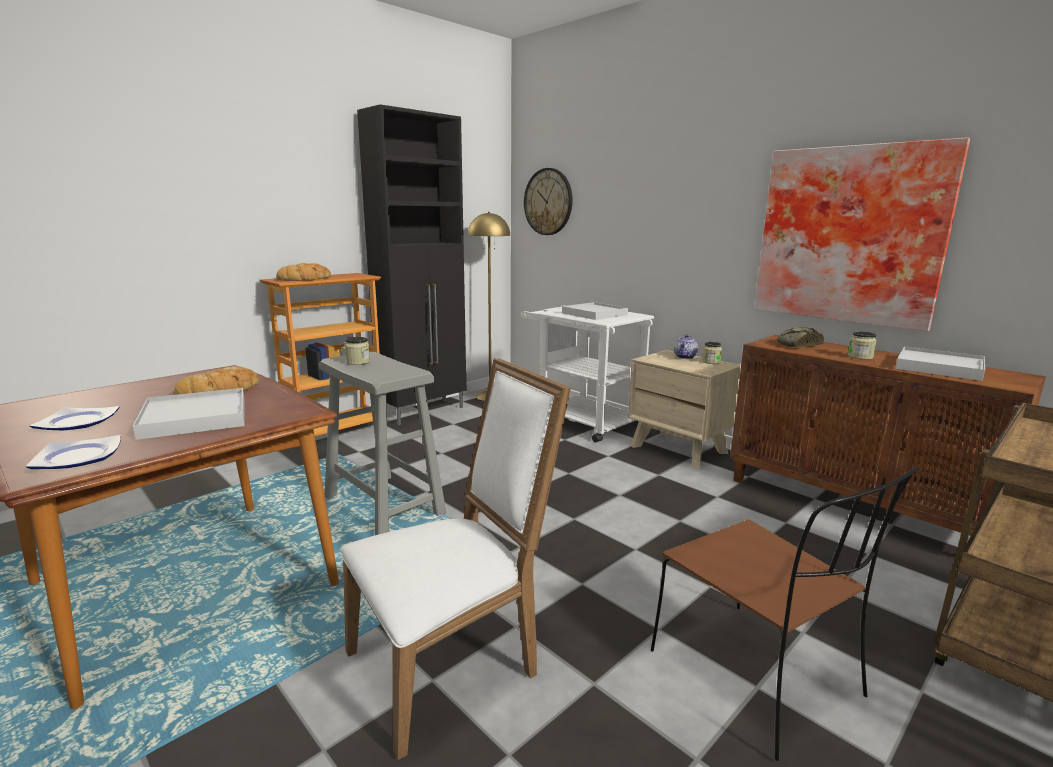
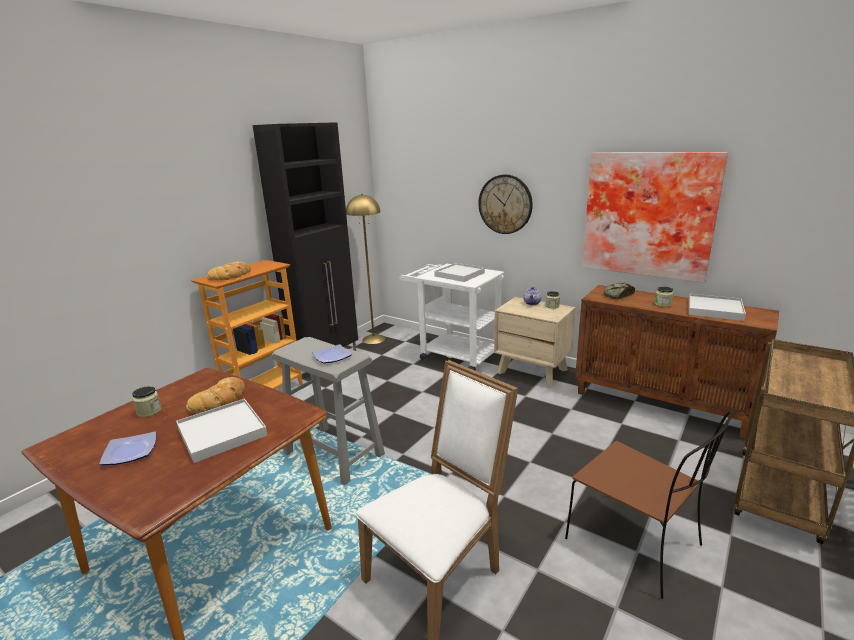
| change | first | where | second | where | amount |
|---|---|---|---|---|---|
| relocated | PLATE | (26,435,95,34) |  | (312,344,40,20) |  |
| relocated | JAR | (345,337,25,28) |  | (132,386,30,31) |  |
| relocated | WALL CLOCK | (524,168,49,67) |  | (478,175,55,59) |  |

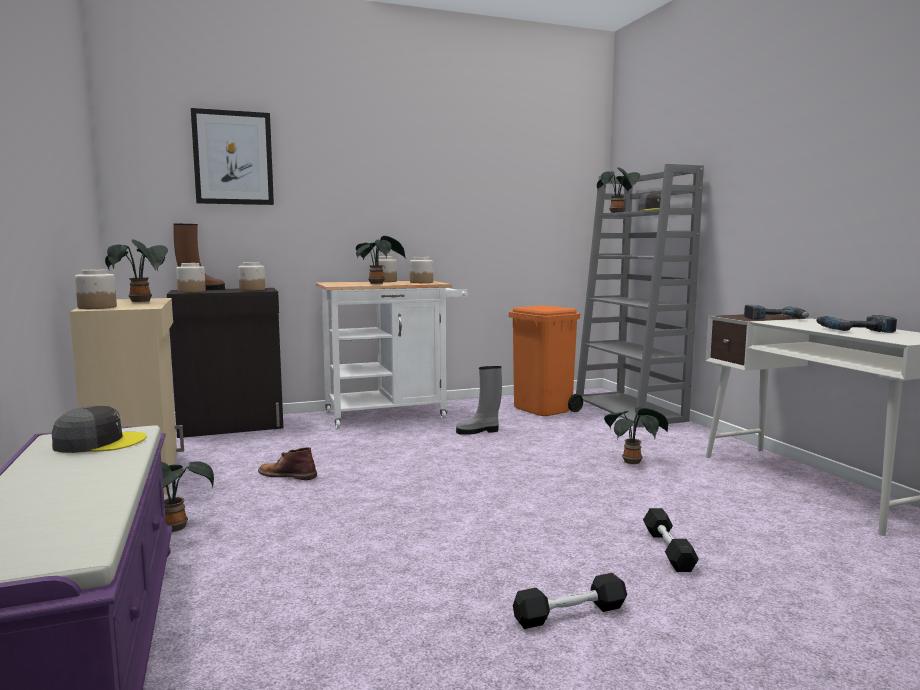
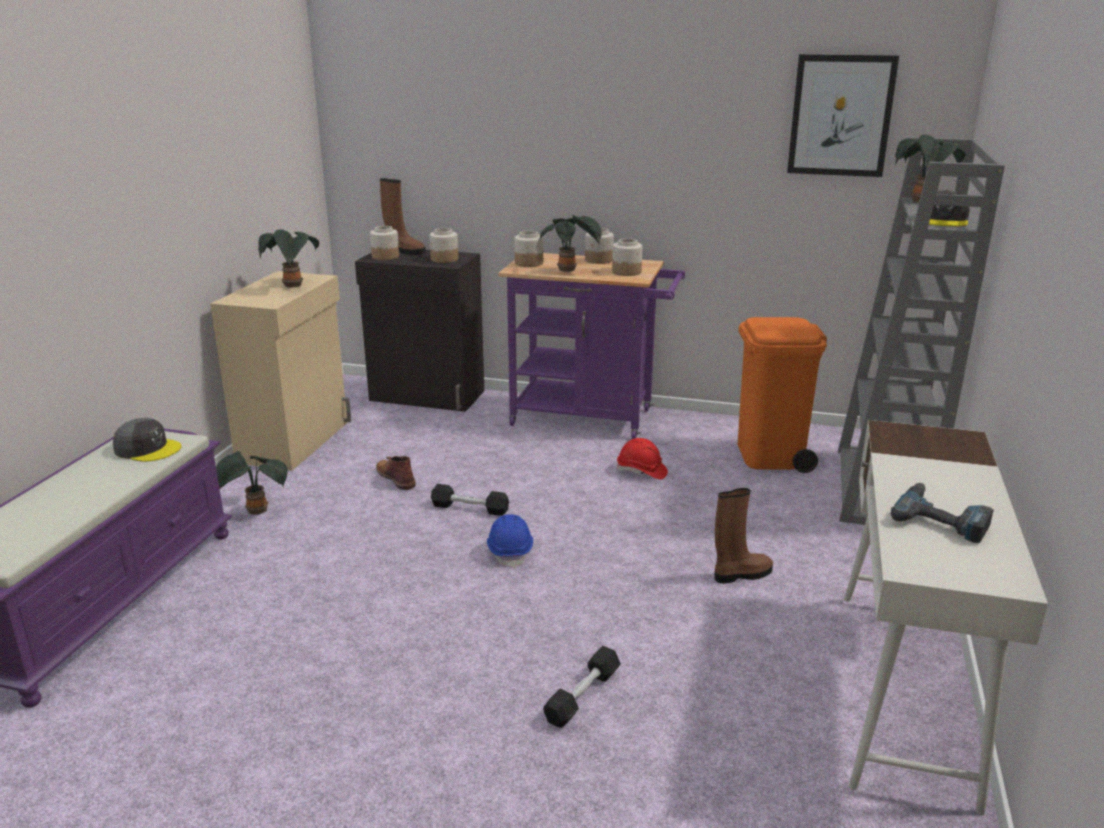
| change | first | where | second | where | amount |
|---|---|---|---|---|---|
| relocated | JAR | (75,269,42,40) |  | (515,231,28,36) |  |
| relocated | PICTURE | (191,108,83,97) |  | (787,54,112,123) |  |
| colour | WHITE CART | (316,281,152,147) | PURPLE CART | (498,253,187,186) |  |
| exchanged | GREY BOOT | (456,366,46,69) | RED HARD HAT | (617,438,51,42) |  |
| relocated | BLACK DUMBBELL | (513,573,114,56) |  | (431,484,78,32) |  |
| exchanged | POTTED PLANT | (604,407,64,57) | BROWN BOOT | (715,488,58,95) |  |
| missing | POWER DRILL | (744,305,65,15) |  |  |  |
| appeared |  |  | BLUE HARD HAT | (487,514,46,55) |  |

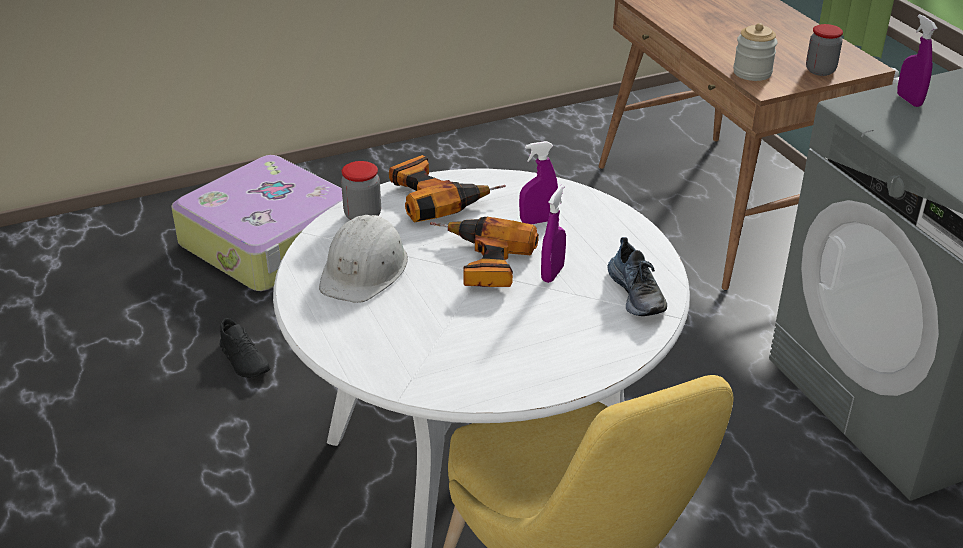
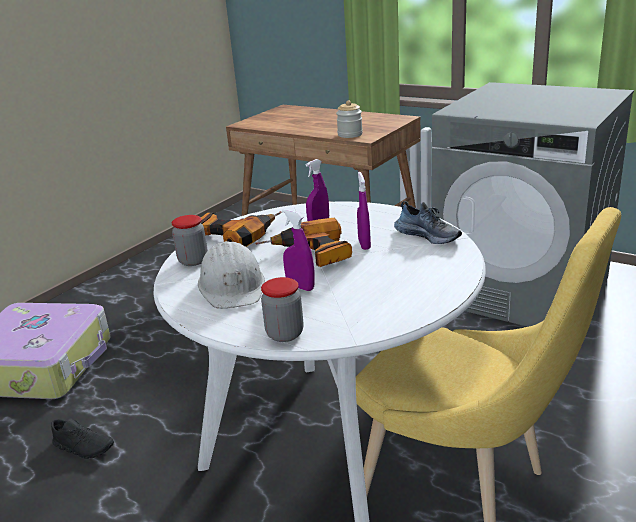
| change | first | where | second | where | amount |
|---|---|---|---|---|---|
| relocated | JAR | (806,24,37,52) |  | (261,277,43,65) |  |
| relocated | PURPLE SPRAY BOTTLE | (897,14,40,93) |  | (282,209,33,82) |  |

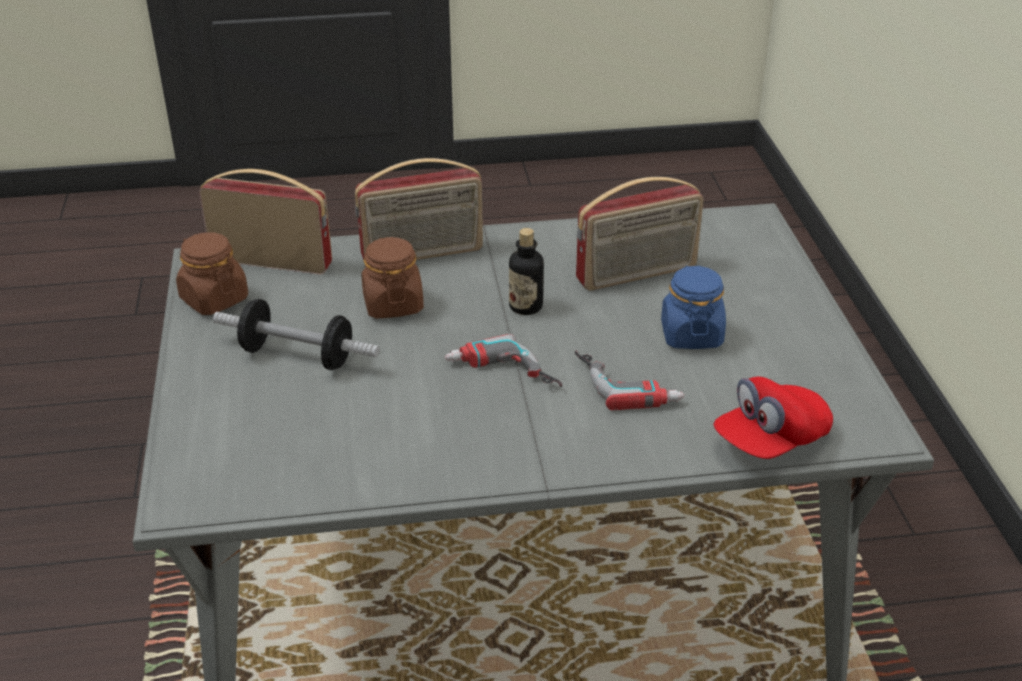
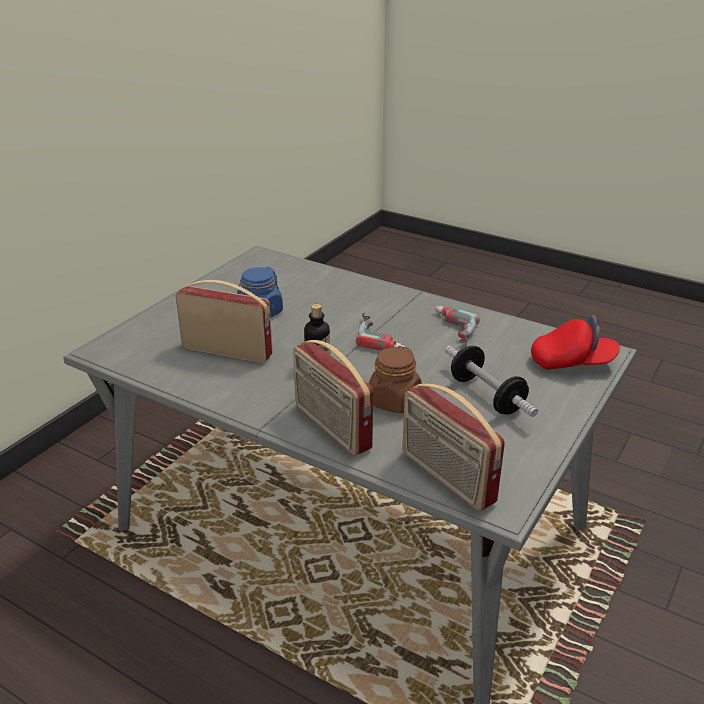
| change | first | where | second | where | amount |
|---|---|---|---|---|---|
| missing | BROWN JAR | (176,232,72,83) |  |  |  |
| spun | RADIO | (355,158,128,102) |  | (293,340,80,115) | 150 degrees counterclockwise |
| relocated | POWER DRILL | (575,350,109,60) |  | (435,306,45,42) |  |
| relocated | RED CAP | (714,377,119,82) |  | (531,315,89,55) |  |

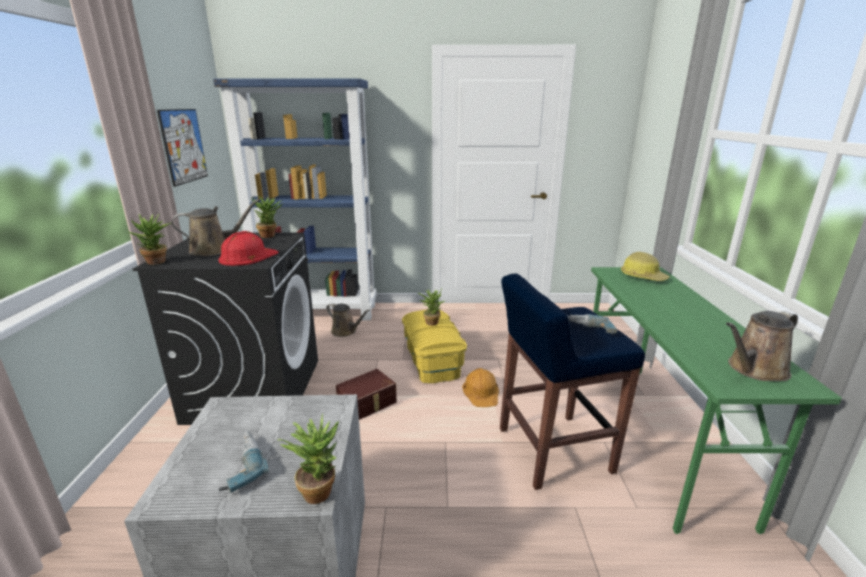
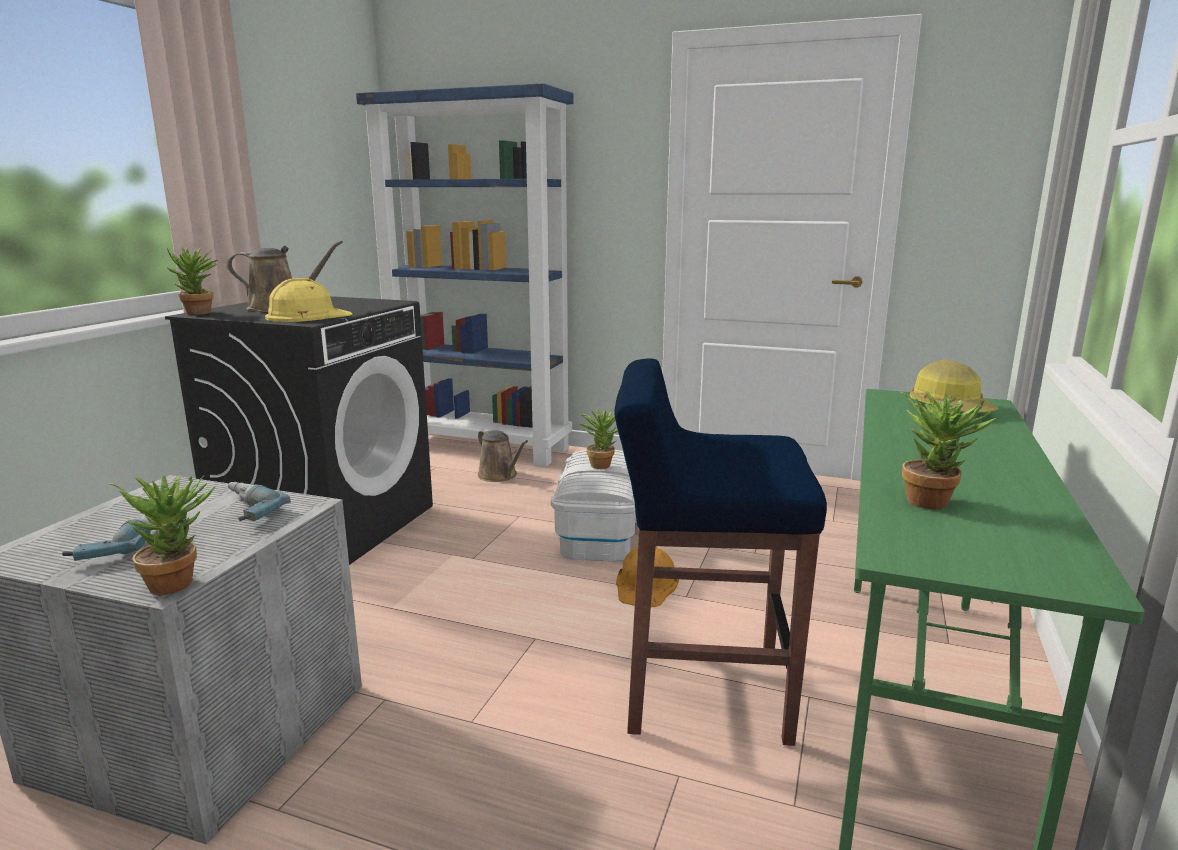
| change | first | where | second | where | amount |
|---|---|---|---|---|---|
| missing | PICTURE | (157,109,51,78) |  |  |  |
| colour | RED HARD HAT | (219,231,60,35) | YELLOW HARD HAT | (265,278,88,44) |  |
| relocated | POTTED PLANT | (251,196,32,42) |  | (900,392,97,117) |  |
| missing | BROWN STORAGE BOX | (336,369,61,51) |  |  |  |
| colour | YELLOW STORAGE BOX | (402,310,65,73) | WHITE STORAGE BOX | (551,450,85,112) |  |
| relocated | POWER DRILL | (567,314,50,21) |  | (228,482,63,39) |  |
| missing | BROWN WATERING CAN | (726,311,72,70) |  |  |  |

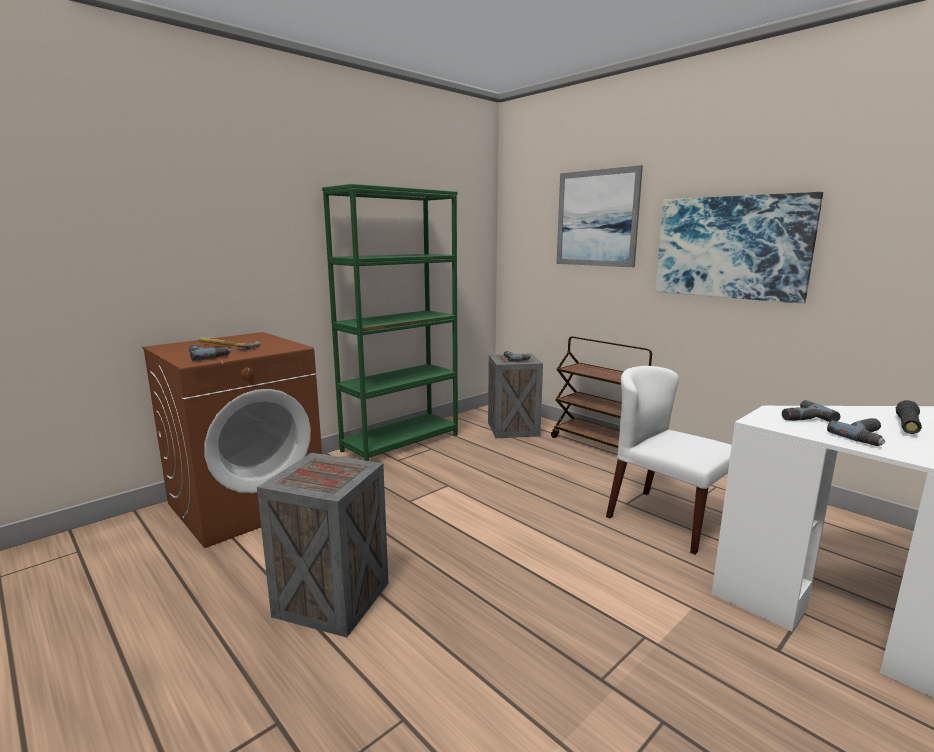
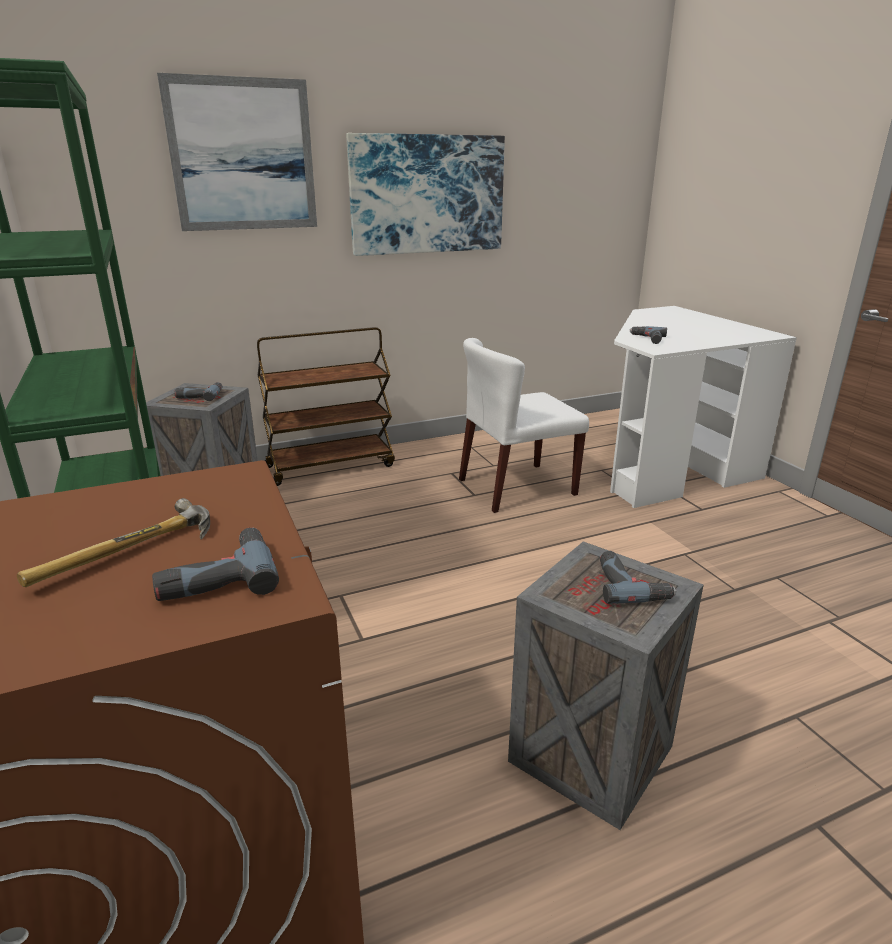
| change | first | where | second | where | amount |
|---|---|---|---|---|---|
| relocated | POWER DRILL | (827,418,58,28) |  | (600,551,77,53) |  |
| missing | BLACK FLASHLIGHT | (896,400,26,34) |  |  |  |

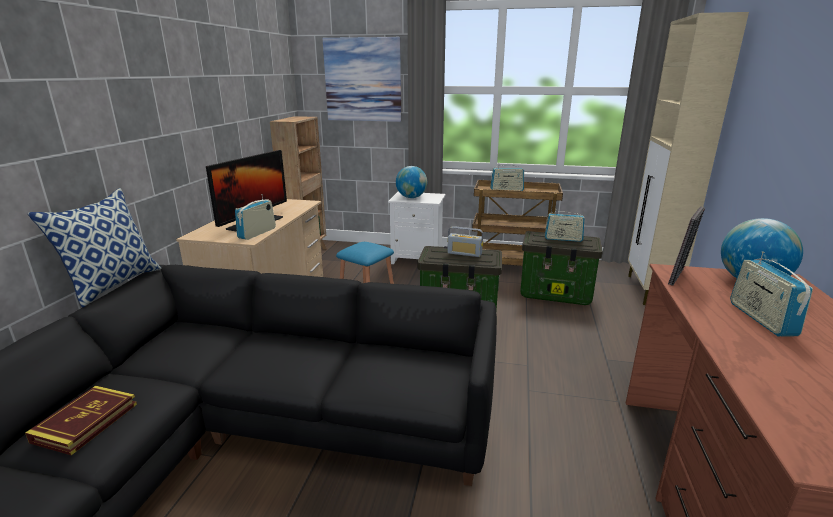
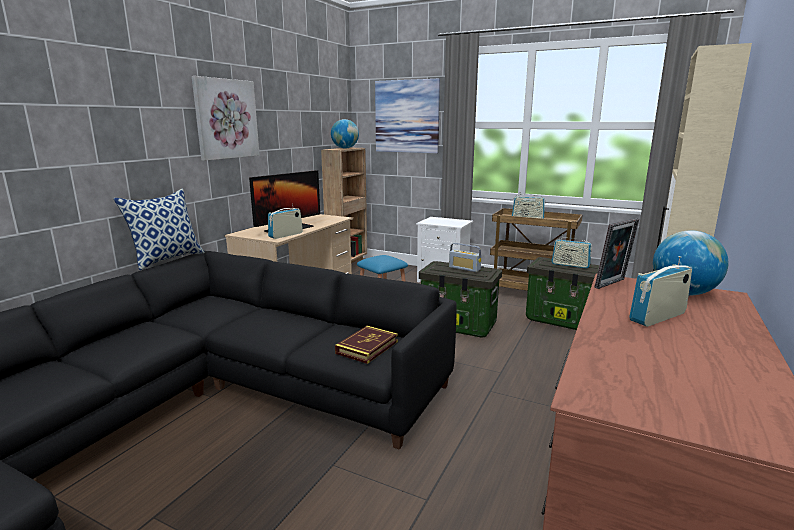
| change | first | where | second | where | amount |
|---|---|---|---|---|---|
| relocated | BOOK | (25,386,112,69) |  | (335,326,63,38) |  |
| relocated | GLOBE | (396,166,31,32) |  | (331,119,28,30) |  |
| spun | RADIO | (730,251,83,86) |  | (629,256,63,71) | 45 degrees clockwise |
| appeared |  |  | PICTURE | (192,76,68,85) |  |

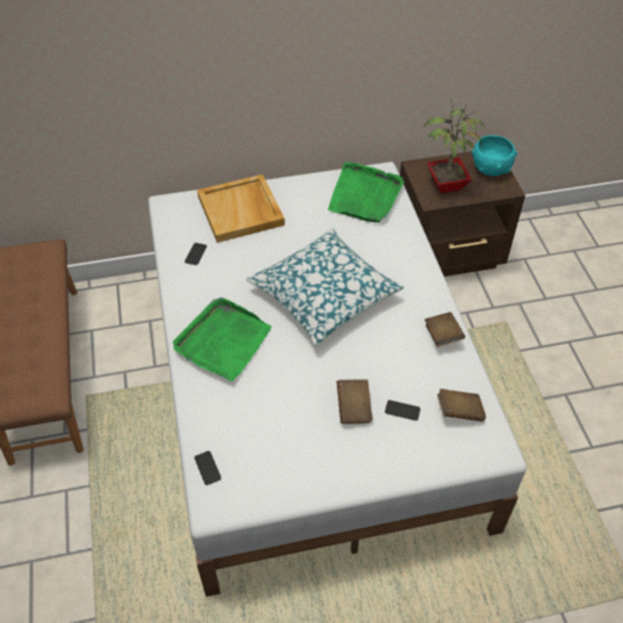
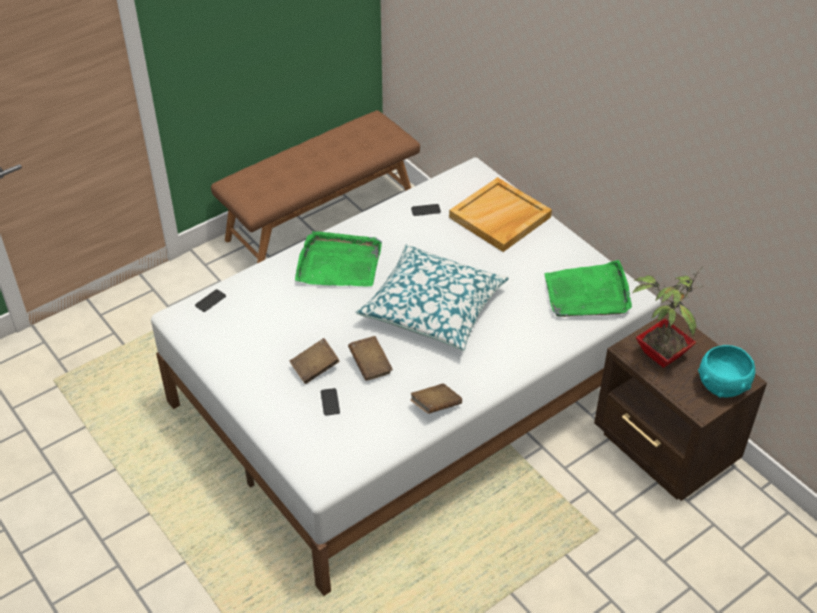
| change | first | where | second | where | amount |
|---|---|---|---|---|---|
| relocated | BROWN BOOK | (437,389,49,33) |  | (348,336,45,45) |  |

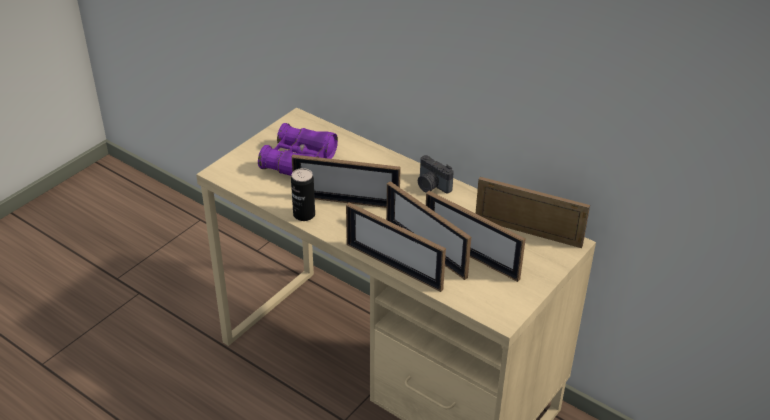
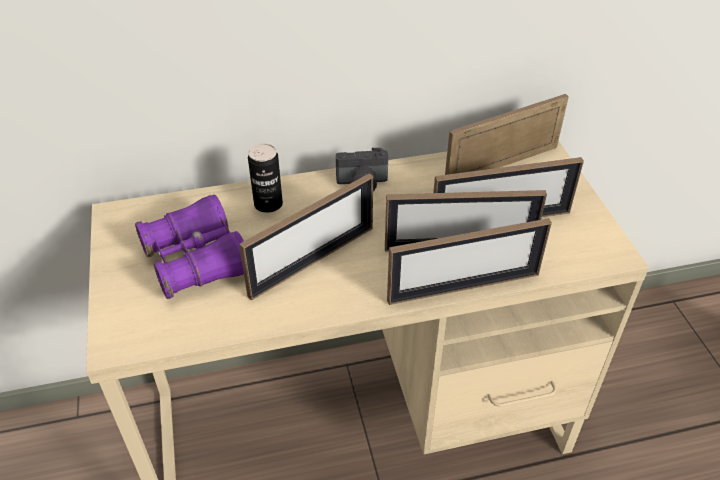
| change | first | where | second | where | amount |
|---|---|---|---|---|---|
| relocated | CAN | (291,168,24,53) |  | (248,143,35,70) |  |

